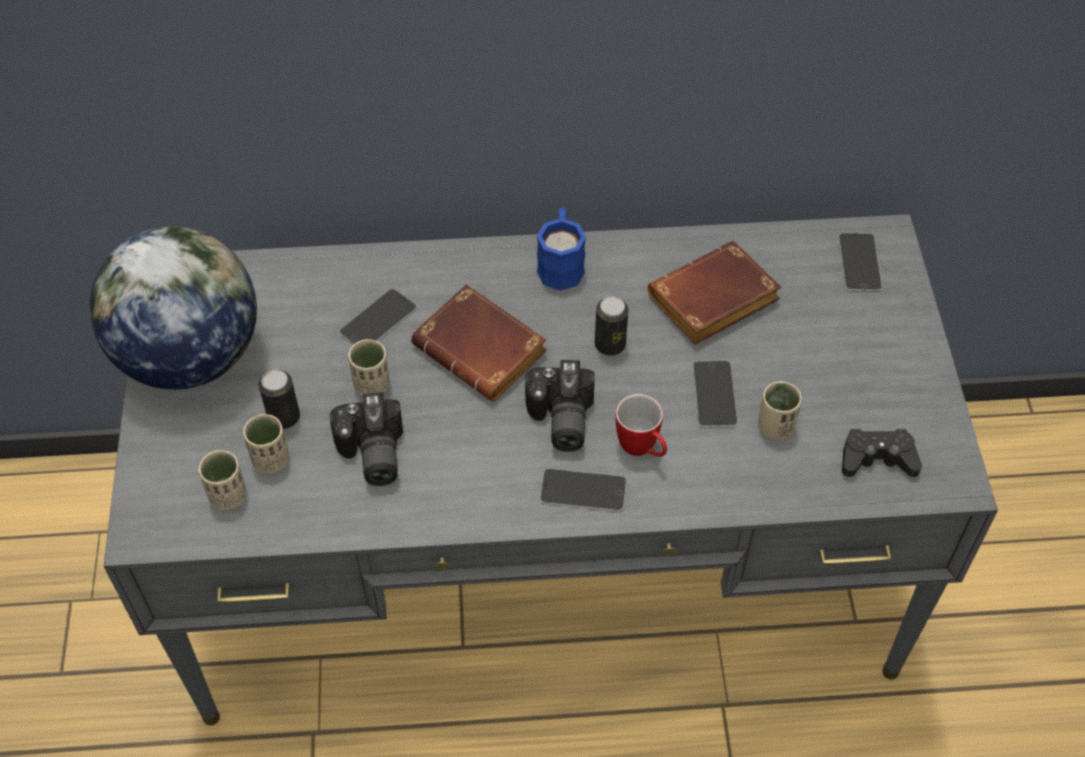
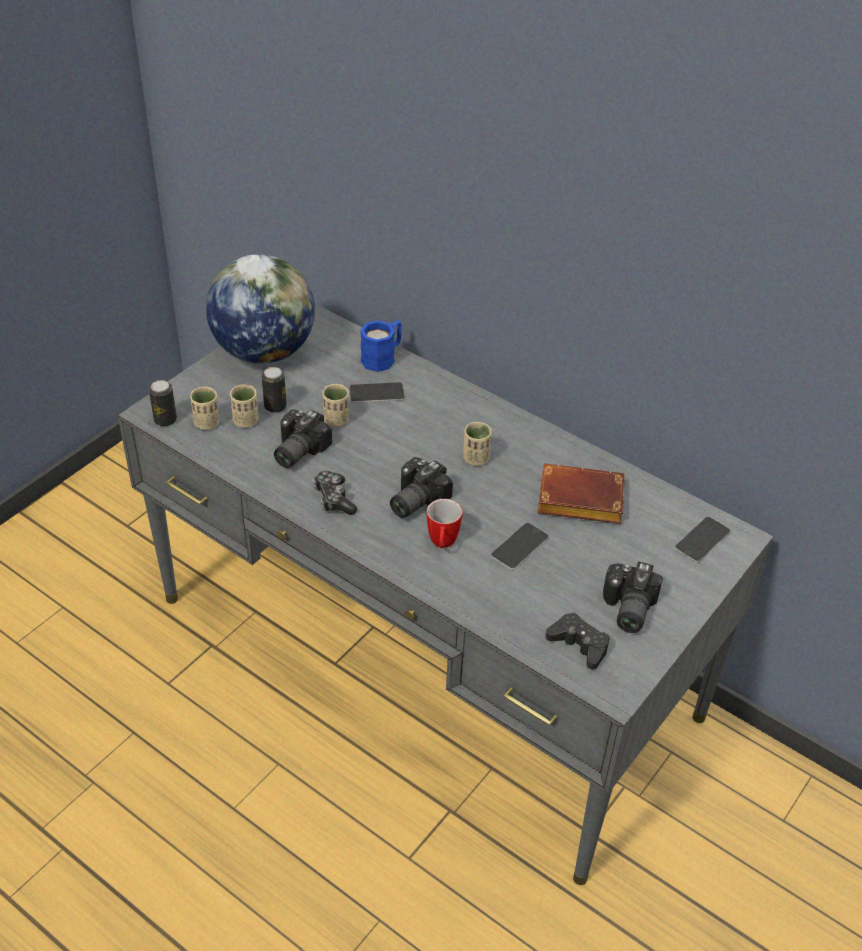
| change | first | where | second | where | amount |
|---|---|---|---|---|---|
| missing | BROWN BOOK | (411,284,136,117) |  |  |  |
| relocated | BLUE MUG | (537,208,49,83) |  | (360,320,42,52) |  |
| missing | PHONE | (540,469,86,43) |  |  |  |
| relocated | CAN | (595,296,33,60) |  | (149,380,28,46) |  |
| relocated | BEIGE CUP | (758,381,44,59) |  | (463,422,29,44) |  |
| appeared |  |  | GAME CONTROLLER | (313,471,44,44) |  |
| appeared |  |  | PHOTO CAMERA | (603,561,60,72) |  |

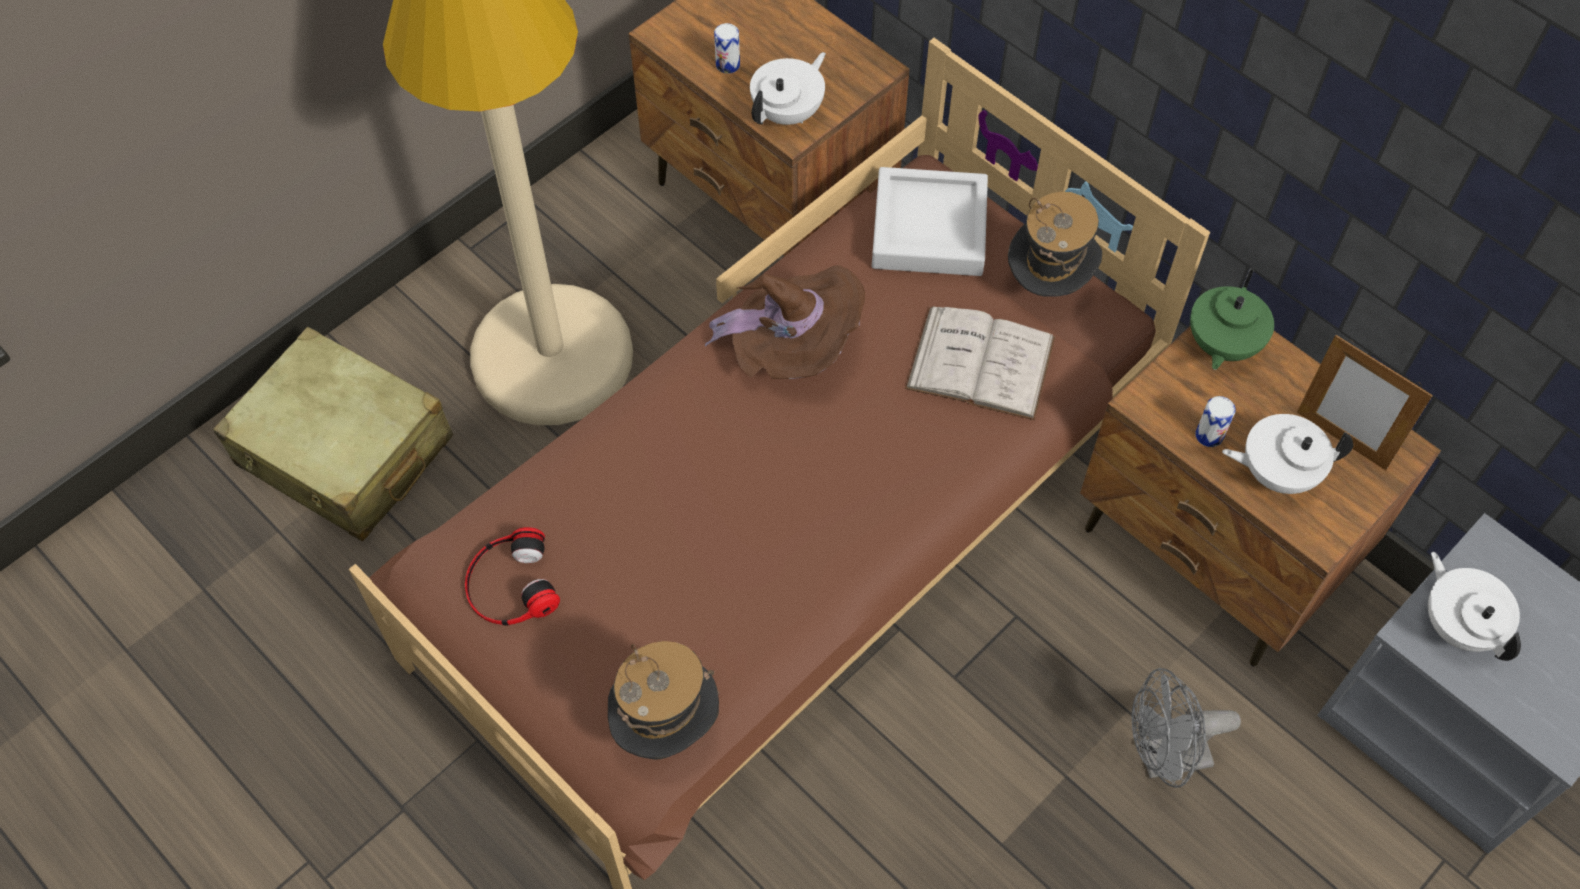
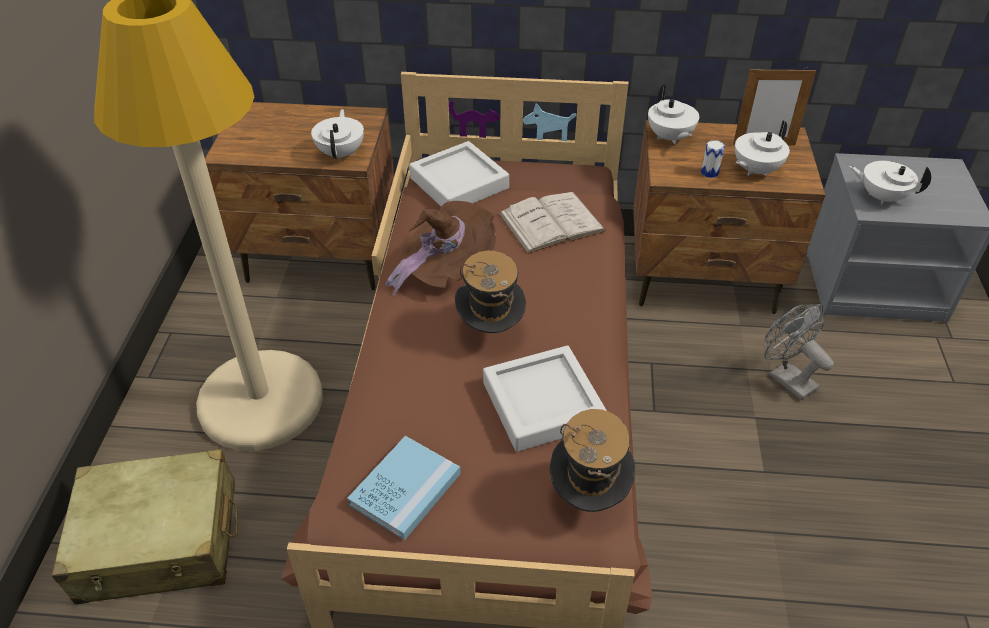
| change | first | where | second | where | amount |
|---|---|---|---|---|---|
| exchanged | HEADPHONES | (465,527,95,99) | BLUE BOOK | (347,436,114,104) |  |
| missing | CAN | (714,23,26,51) |  |  |  |
| relocated | HAT | (1008,192,95,105) |  | (455,251,71,82) |  |
| spun | GREY FAN | (1131,668,110,120) |  | (764,304,70,96) | 105 degrees clockwise |
| colour | GREEN TEAPOT | (1190,268,84,102) | WHITE TEAPOT | (648,85,51,60) |  |
| appeared |  |  | GREY TRAY | (483,346,124,106) |  |

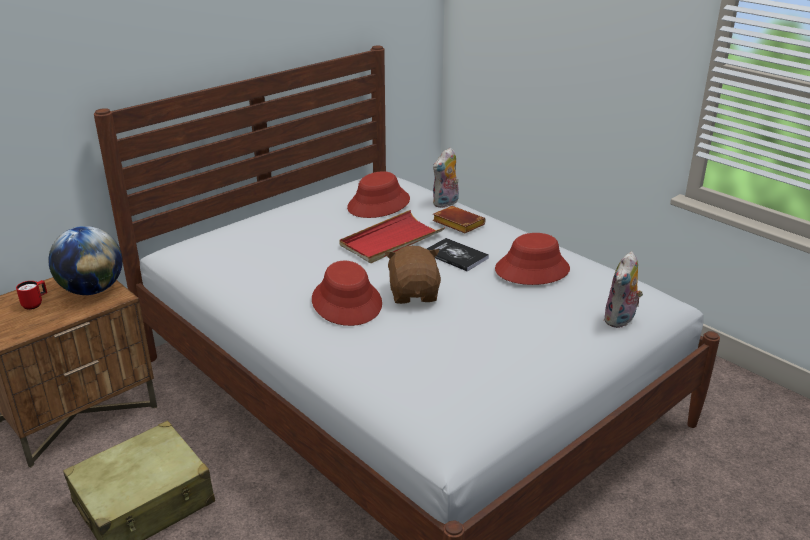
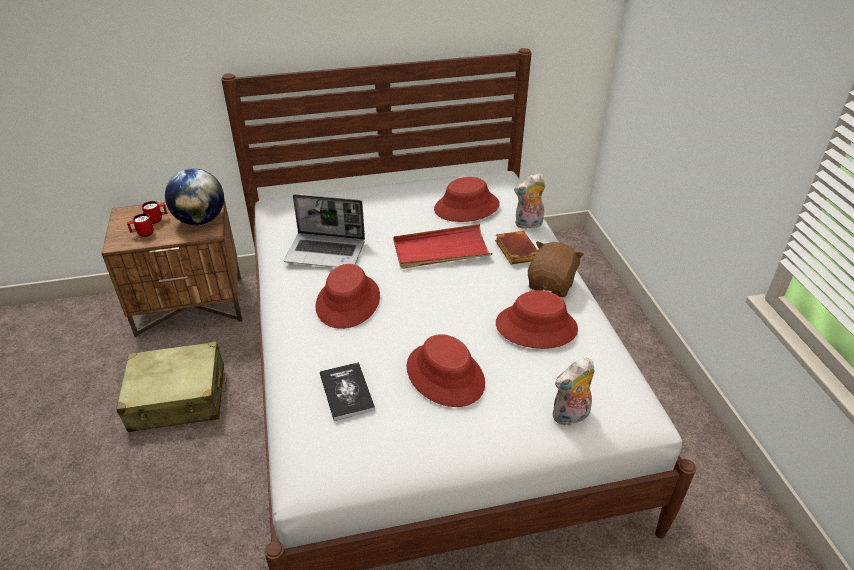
| change | first | where | second | where | amount |
|---|---|---|---|---|---|
| relocated | BROWN PLUSH TOY | (385,246,56,58) |  | (528,241,56,56) |  |
| relocated | BOOK | (426,238,63,33) |  | (320,362,55,59) |  |
| appeared |  |  | RED MUG | (127,213,27,24) |  |
| appeared |  |  | LAPTOP | (284,194,81,73) |  |
| appeared |  |  | RED HAT | (407,334,78,73) |  |

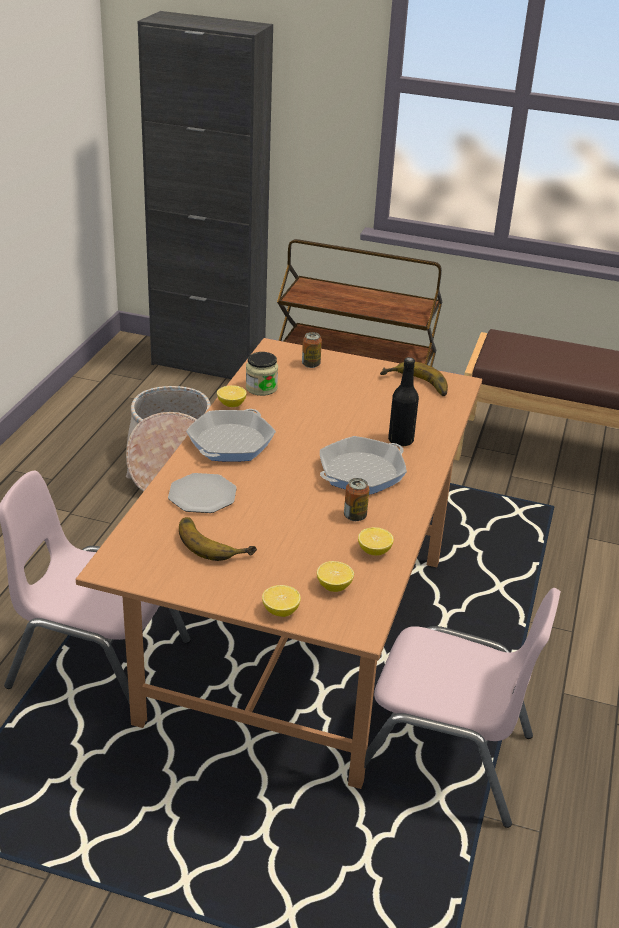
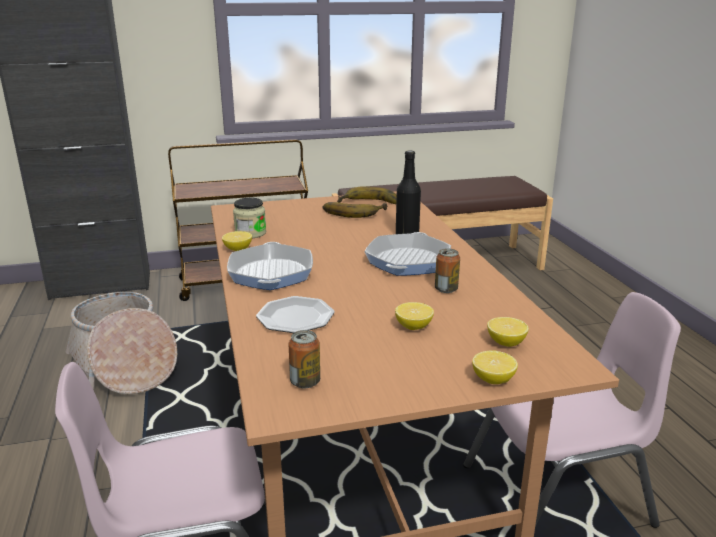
| change | first | where | second | where | amount |
|---|---|---|---|---|---|
| relocated | BANANA | (179,517,78,44) |  | (323,202,64,16) |  |
| relocated | CAN | (302,332,20,36) |  | (289,330,31,58) |  |
| relocated | LEMON | (358,527,36,29) |  | (395,302,39,28) |  |

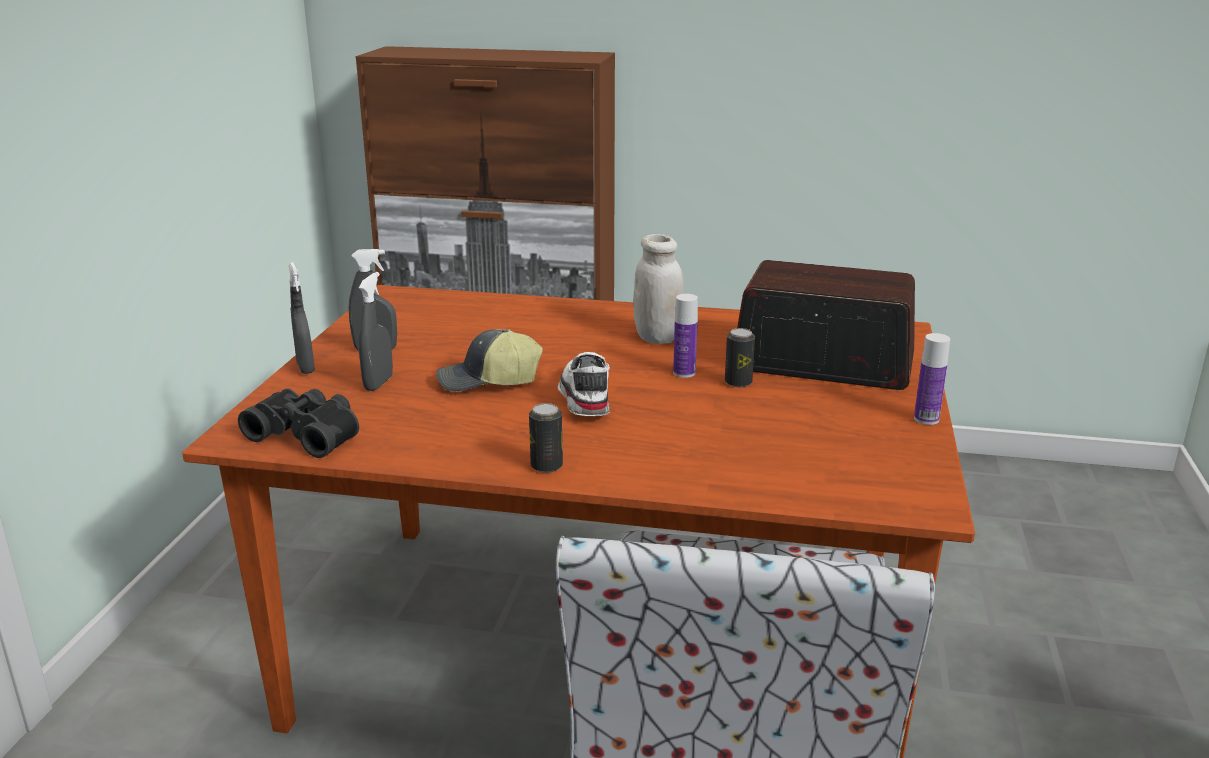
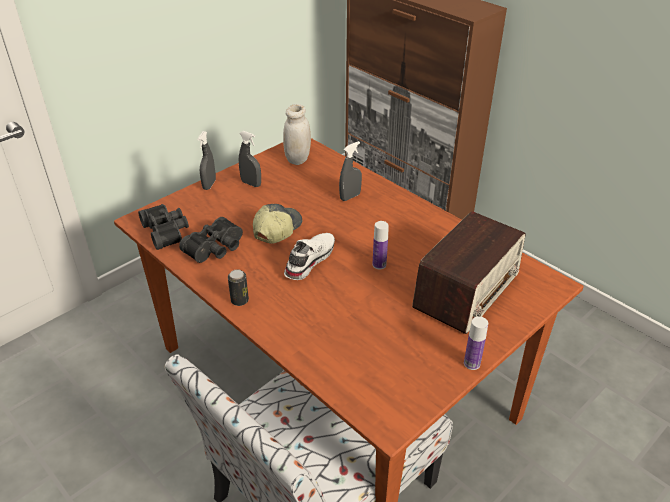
| change | first | where | second | where | amount |
|---|---|---|---|---|---|
| relocated | GREY SPRAY BOTTLE | (359,272,34,119) |  | (339,141,23,60) |  |
| spun | CAP | (436,329,107,62) |  | (253,204,49,40) | 90 degrees clockwise |
| relocated | WHITE JAR | (633,234,51,110) |  | (283,104,28,61) |  |
| missing | CAN | (725,328,30,59) |  |  |  |
| spun | RADIO | (737,260,178,130) |  | (412,211,114,123) | 75 degrees clockwise |
| appeared |  |  | BLACK BINOCULARS | (179,217,64,46) |  |

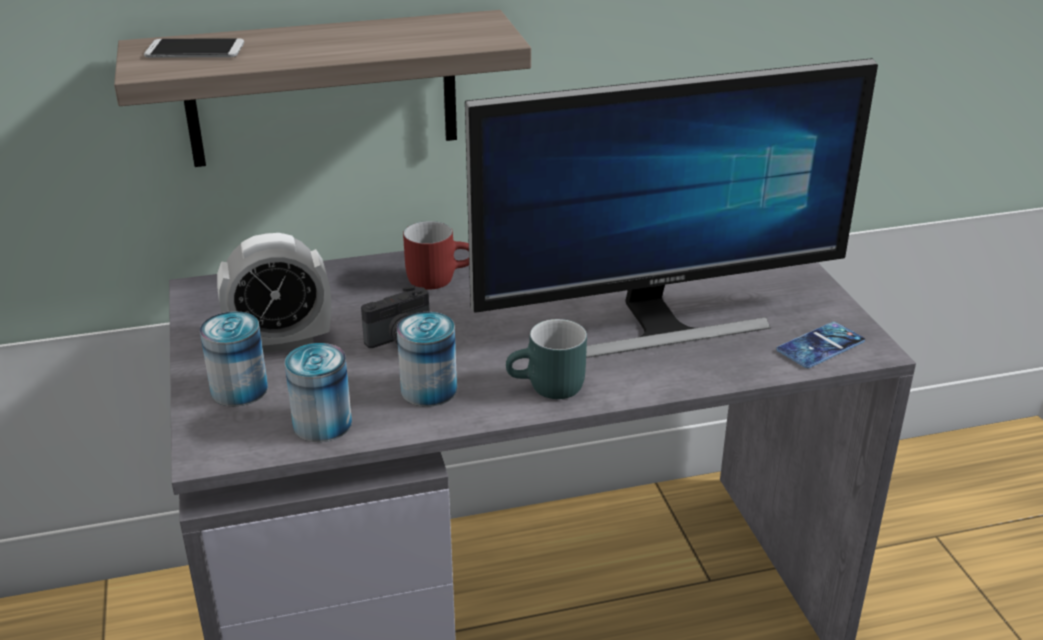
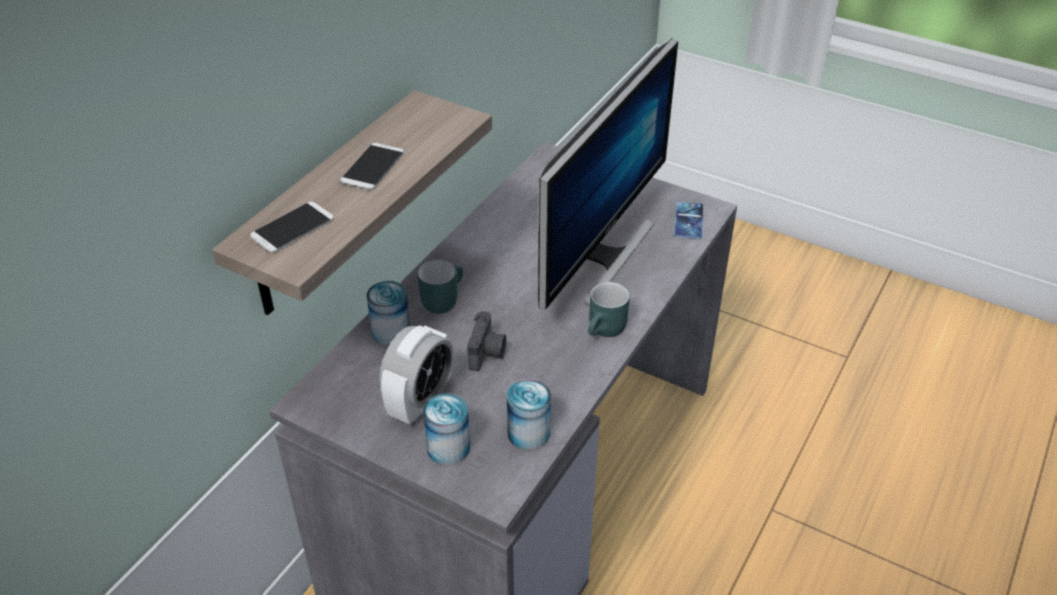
| change | first | where | second | where | amount |
|---|---|---|---|---|---|
| relocated | CAN | (397,312,60,95) |  | (367,281,43,65) |  |
| colour | RED MUG | (403,221,66,69) | TURQUOISE MUG | (418,260,45,54) |  |
| appeared |  |  | PHONE | (340,143,64,47) |  |

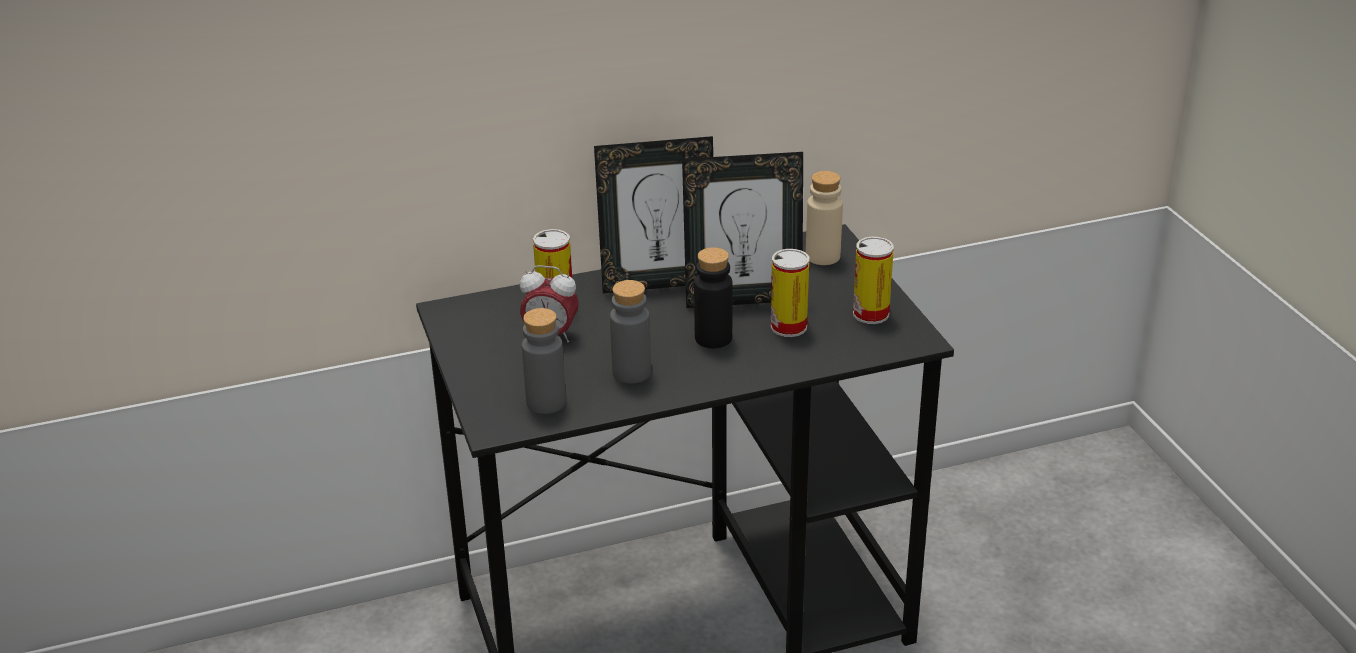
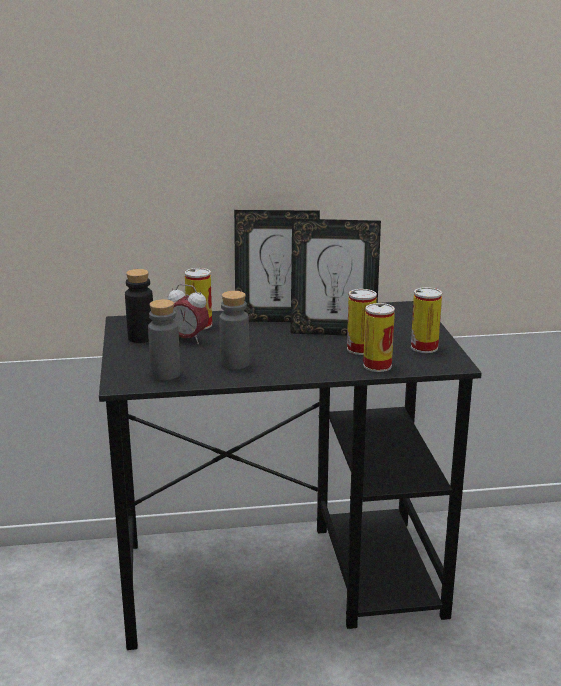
| change | first | where | second | where | amount |
|---|---|---|---|---|---|
| relocated | BLACK BOTTLE | (694,247,39,101) |  | (125,269,28,74) |  |
| missing | BEIGE BOTTLE | (806,171,37,94) |  |  |  |
| appeared |  |  | CAN | (363,303,32,69) |  |

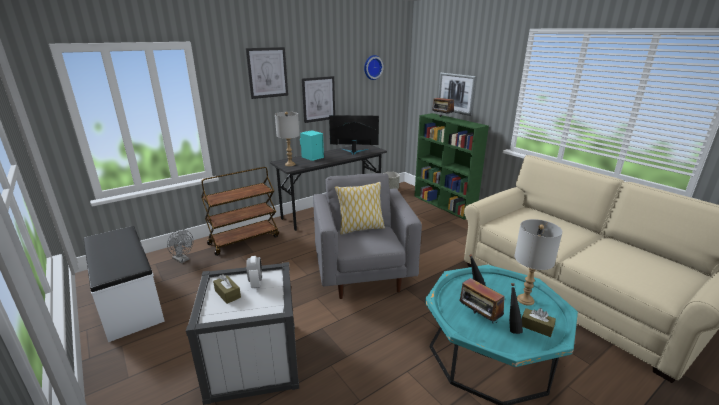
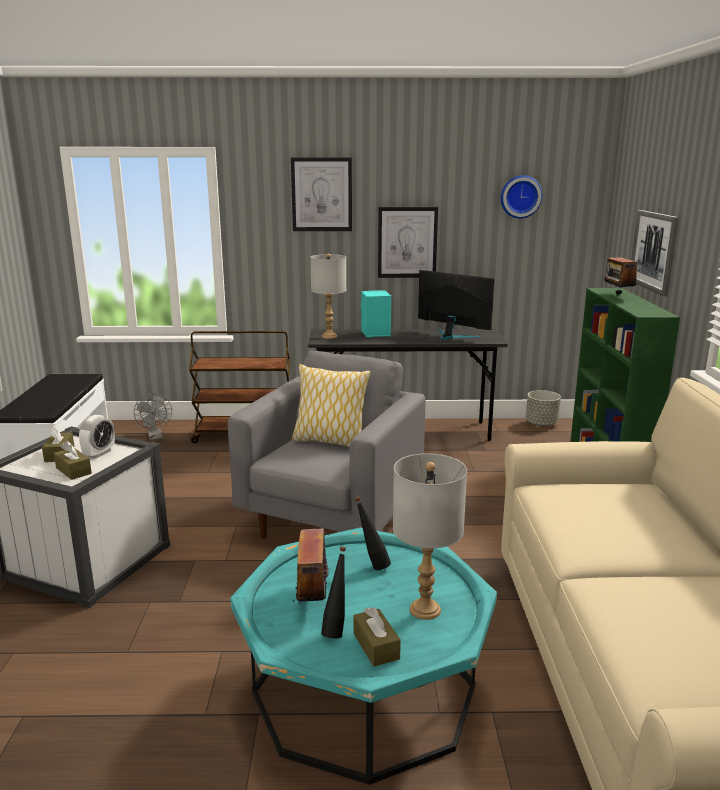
| change | first | where | second | where | amount |
|---|---|---|---|---|---|
| appeared |  |  | BROWN TISSUE BOX | (54,441,38,39) |  |

